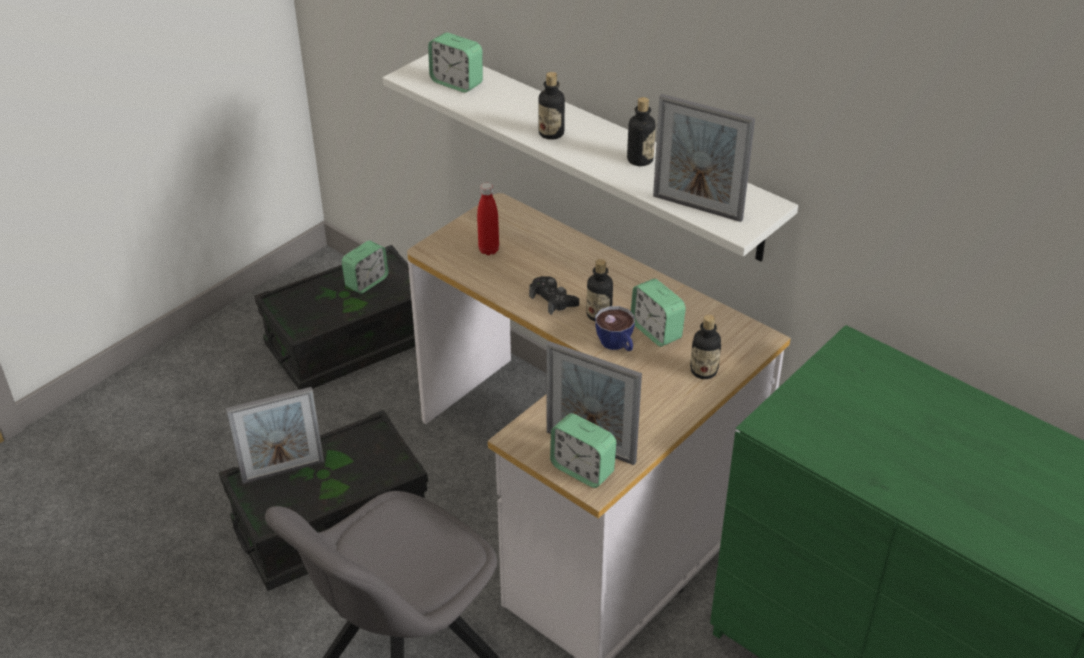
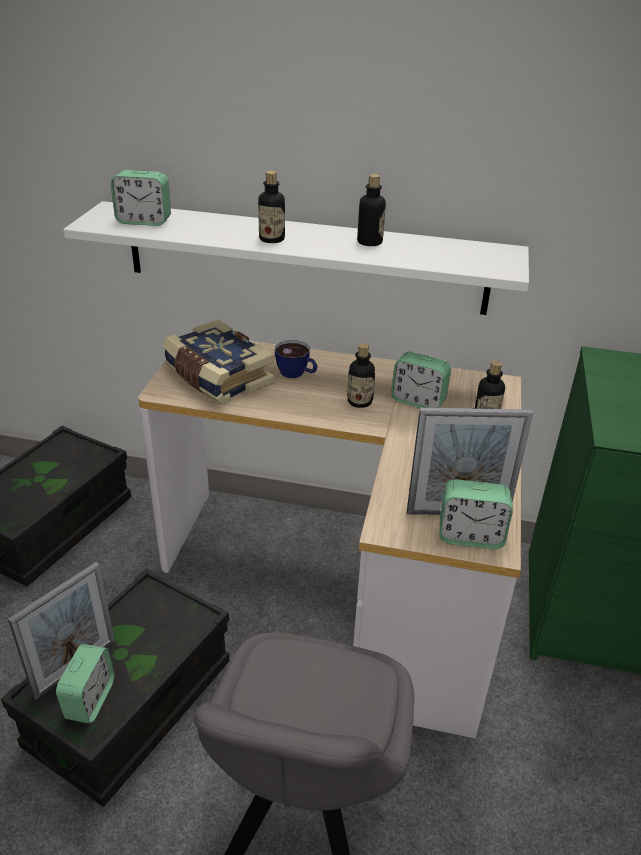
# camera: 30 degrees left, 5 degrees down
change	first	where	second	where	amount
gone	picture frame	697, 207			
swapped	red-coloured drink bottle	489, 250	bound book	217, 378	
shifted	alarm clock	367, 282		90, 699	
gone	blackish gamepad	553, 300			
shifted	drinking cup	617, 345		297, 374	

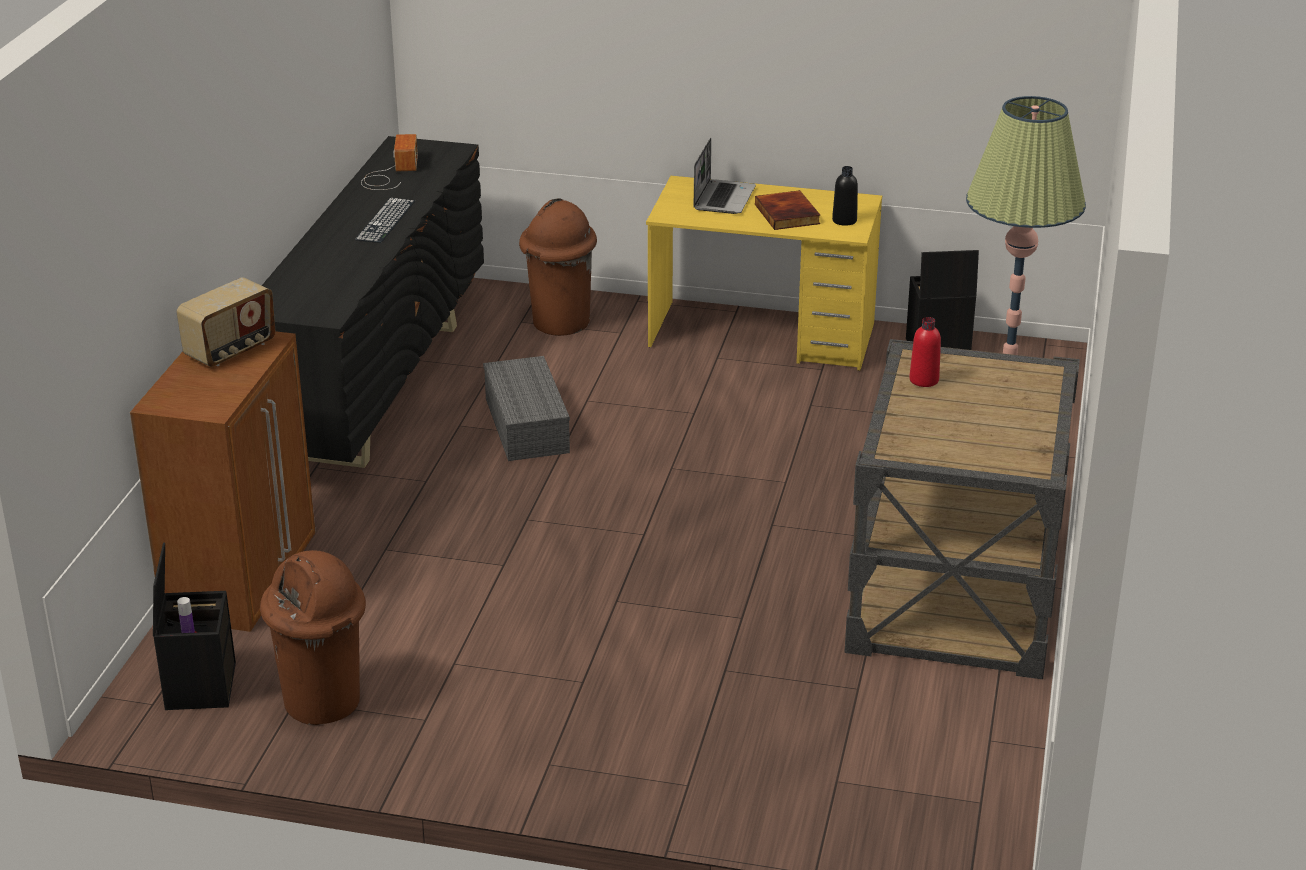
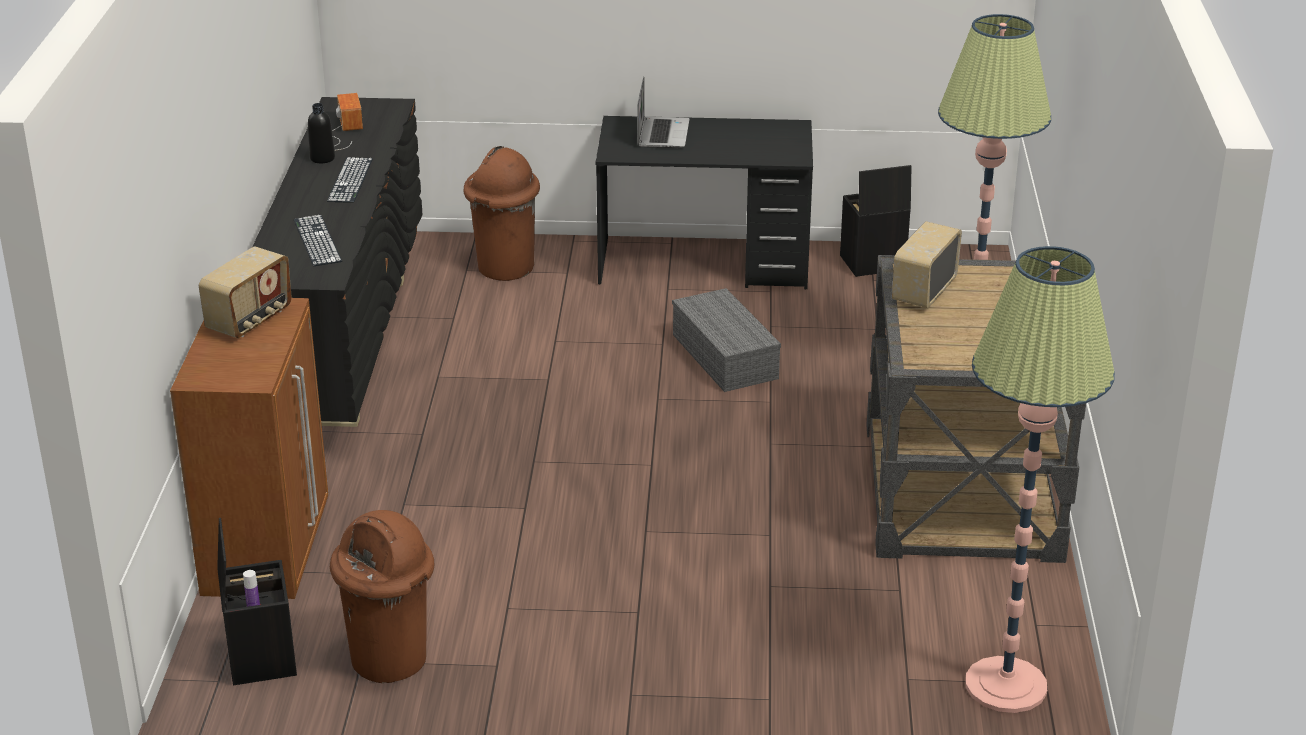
# camera: 10 degrees left, 0 degrees up
change	first	where	second	where	amount
shifted	blackish drink bottle	844, 220		322, 158	
repainted	yellow-coloured desk table	762, 336	blackish desk table	704, 264	
gone	bound book	788, 214			
swapped	red-coloured drink bottle	924, 380	radio	923, 291	
shifted	grey storage box	528, 426		727, 357	
new			keyboard	317, 240	
new			floor lamp	1006, 685	

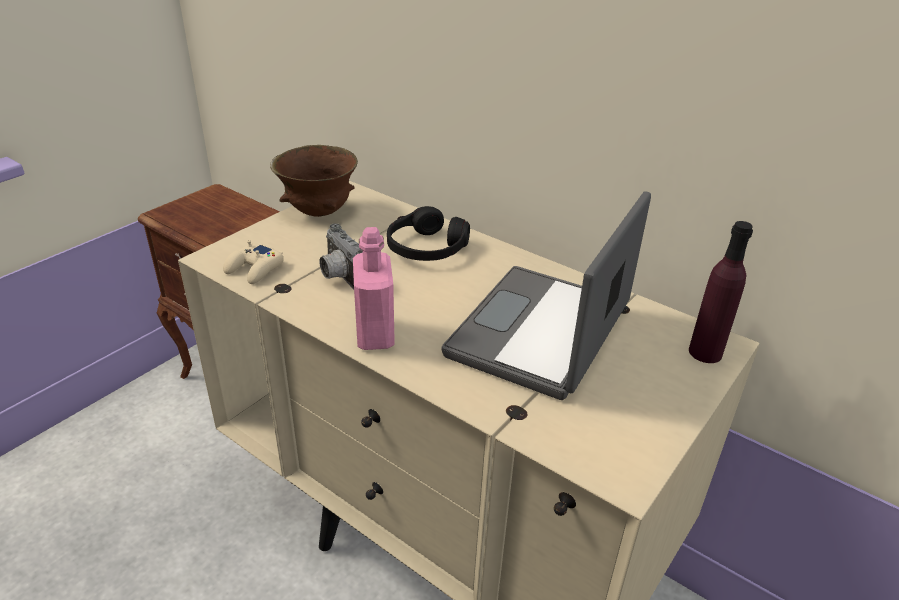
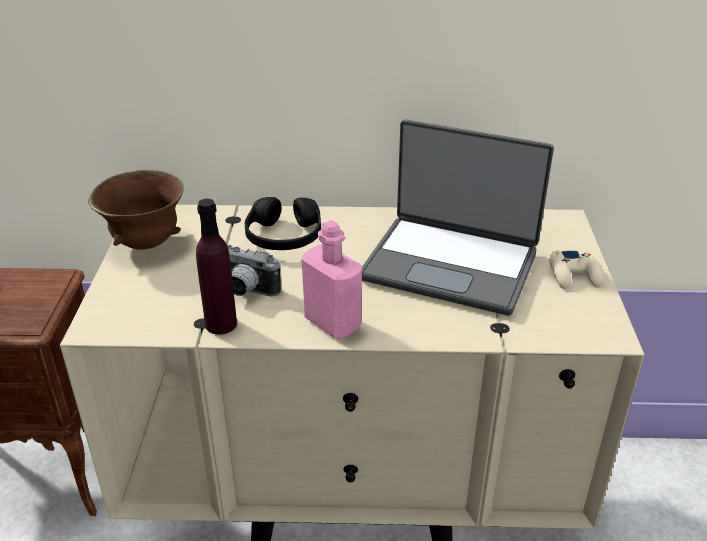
# camera: 35 degrees left, 0 degrees up
change	first	where	second	where	amount
rotated	portable computer	542, 333		451, 264	60 degrees counterclockwise
shifted	purplish drink bottle	705, 352		221, 324	
shifted	sand-coloured gamepad	255, 269		574, 275	

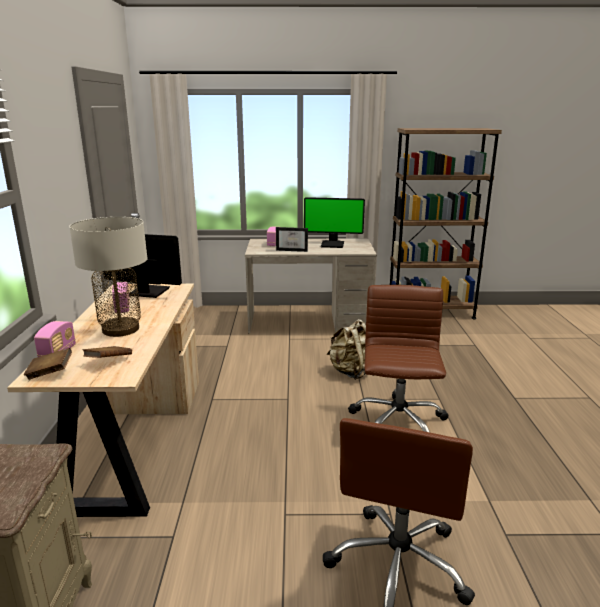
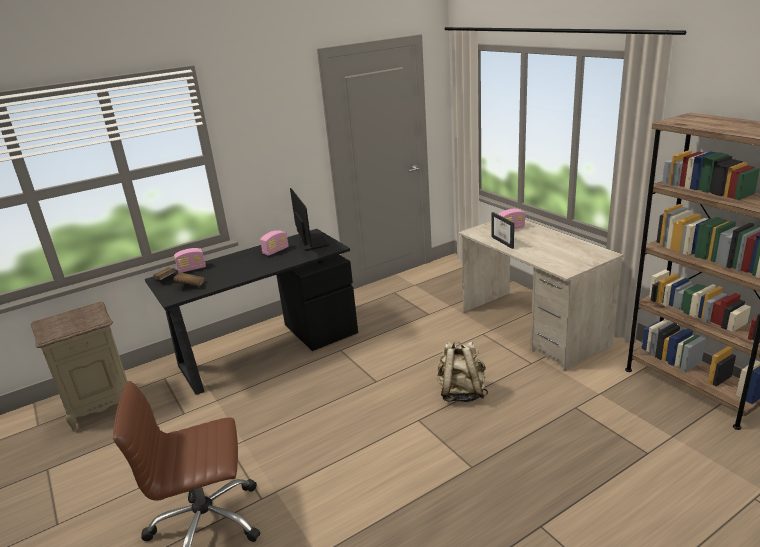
# camera: 60 degrees right, 5 degrees up
change	first	where	second	where	amount
gone	monitor	333, 244			
gone	table lamp	120, 329			
repainted	sand-coloured desk table	135, 439	blackish desk table	266, 349	
gone	brown-coloured computer chair	397, 422			

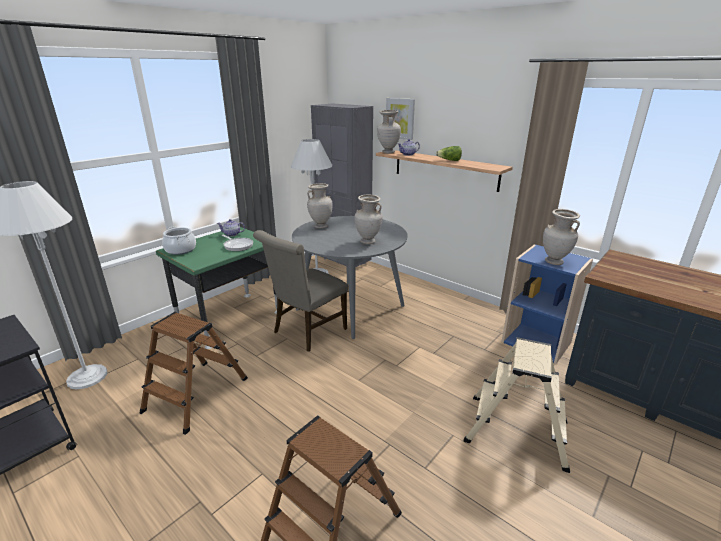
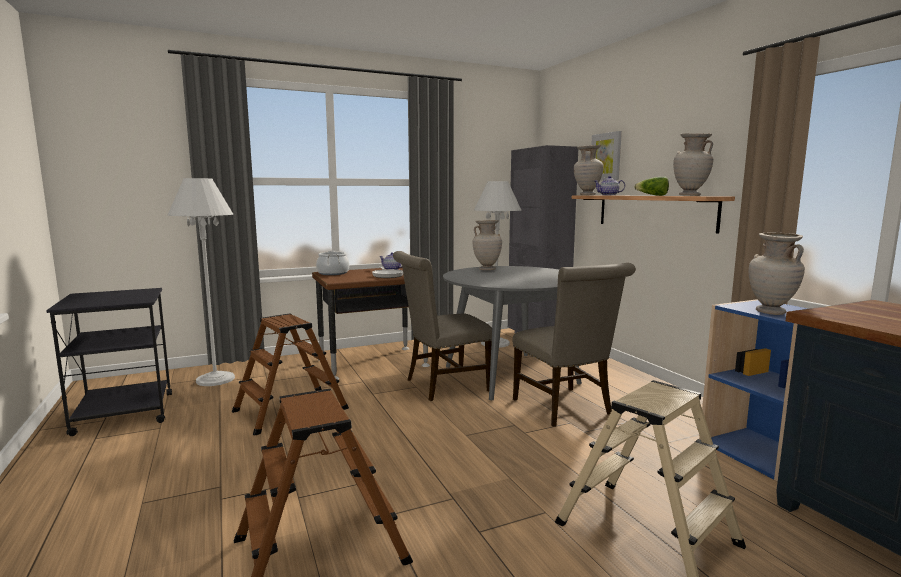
# camera: 25 degrees right, 15 degrees down
change	first	where	second	where	amount
shifted	sand-coloured flower vase	368, 242		689, 195	
repainted	green desk table	230, 318	brown-coloured desk table	373, 362	
new			sand-coloured plain chair	565, 408	

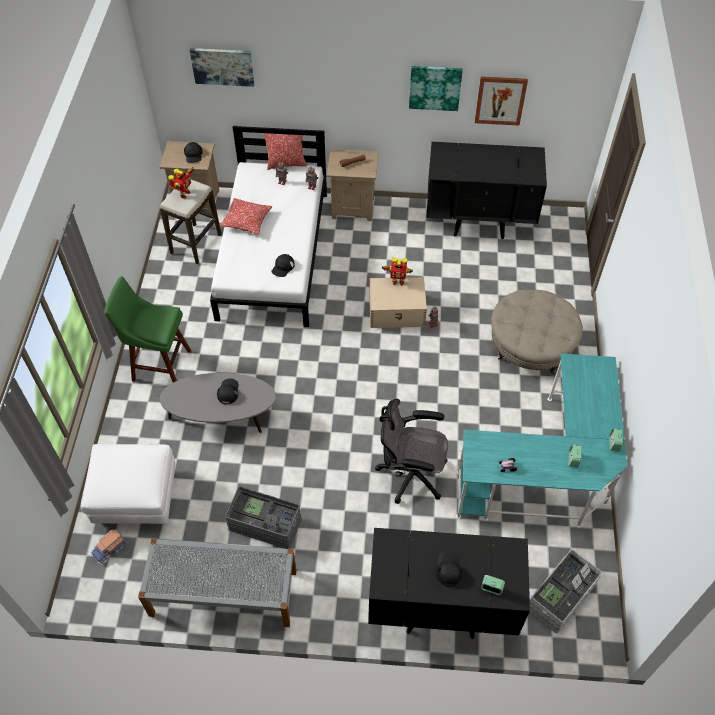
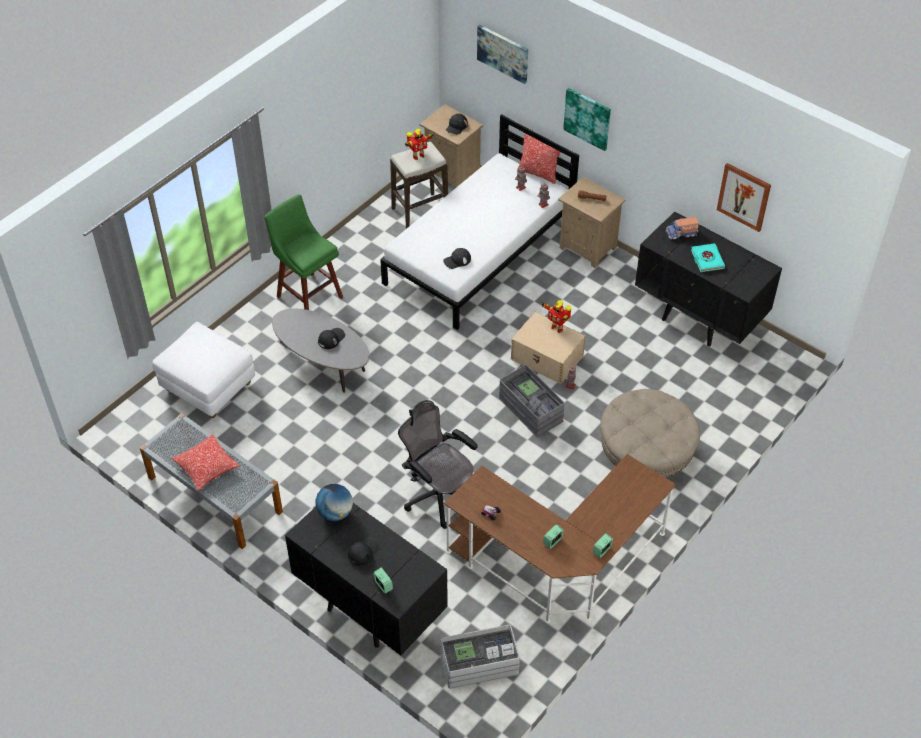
# camera: 35 degrees right, 5 degrees down
change	first	where	second	where	amount
shifted	picture	435, 87		587, 118	
shifted	throw pillow	246, 221		206, 467	
repainted	blue-green desk table	546, 472	brown-coloured desk table	559, 563	
shifted	grey storage box	265, 523		531, 409	
shifted	toy truck	109, 550		682, 233	
new			blue-green bound book	707, 259	
new			world globe	335, 513	

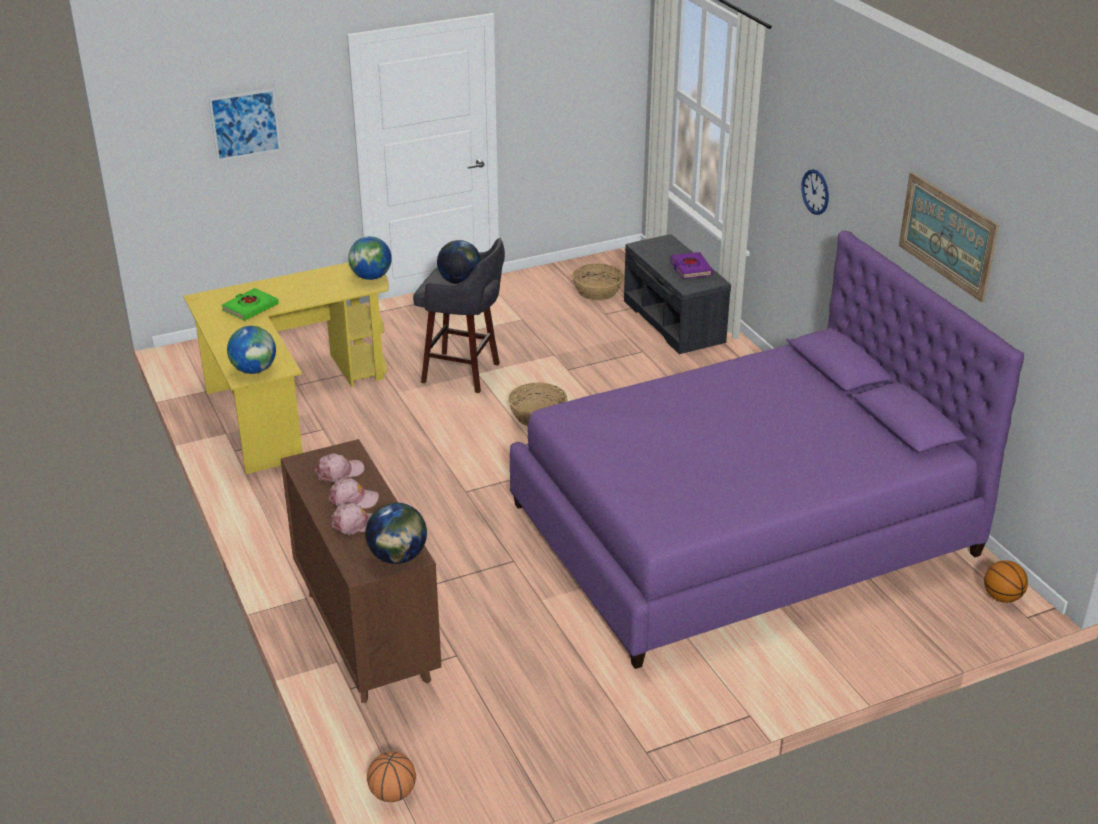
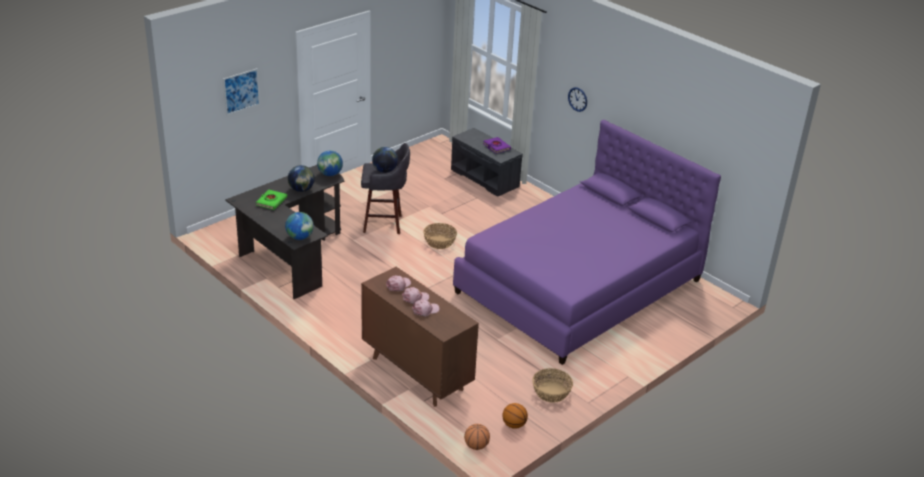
# camera: 20 degrees left, 0 degrees up
change	first	where	second	where	amount
gone	picture	947, 235			
repainted	yellow-coloured desk table	285, 400	blackish desk table	290, 254	
shifted	household basket	597, 291		551, 392	
shifted	world globe	398, 557		301, 189	
shifted	basketball	1002, 597		514, 425	

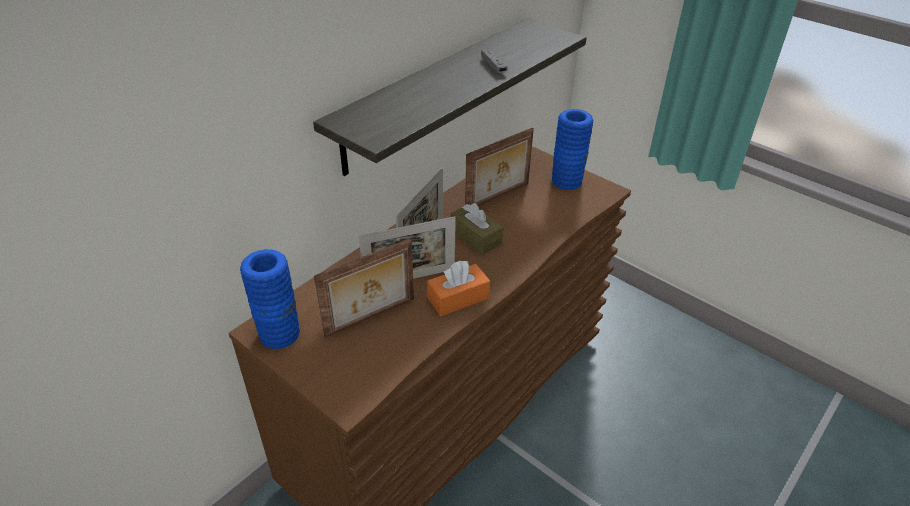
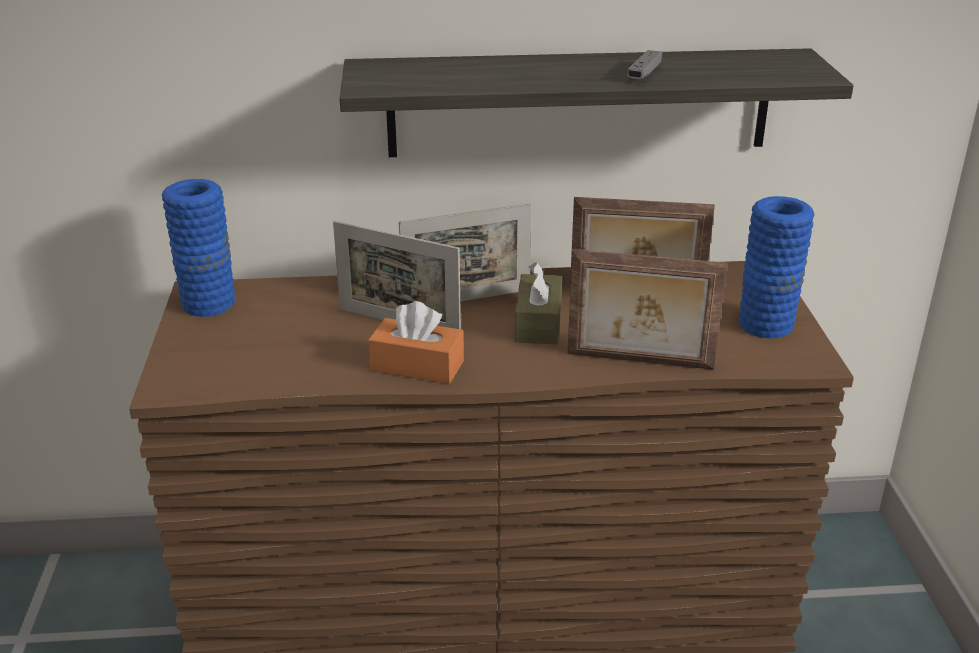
# camera: 45 degrees right, 10 degrees down
change	first	where	second	where	amount
shifted	picture frame	371, 318		639, 362	

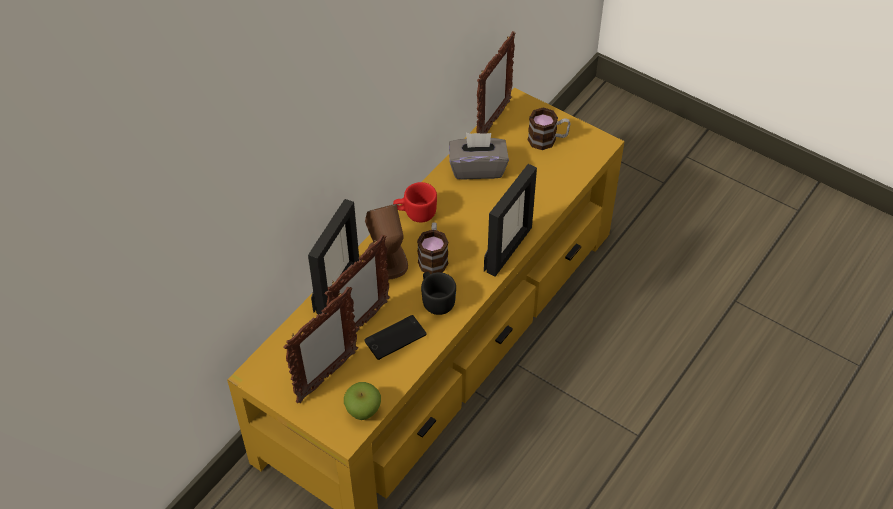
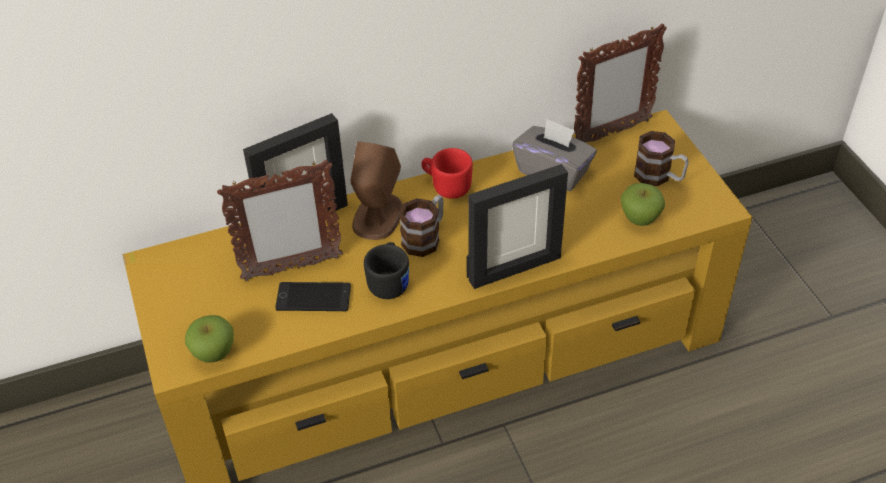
# camera: 35 degrees right, 5 degrees down
change	first	where	second	where	amount
gone	picture frame	326, 377			
new			whole apple	640, 219	

